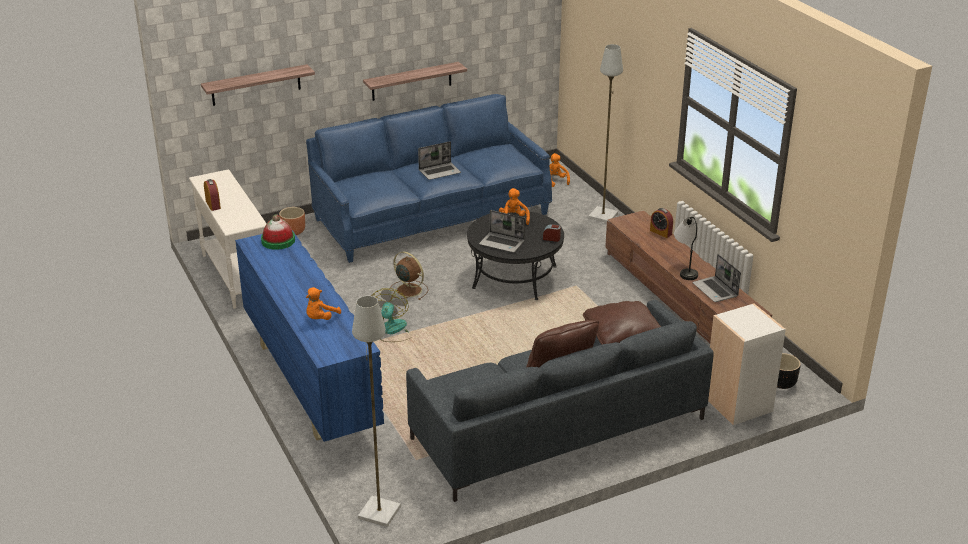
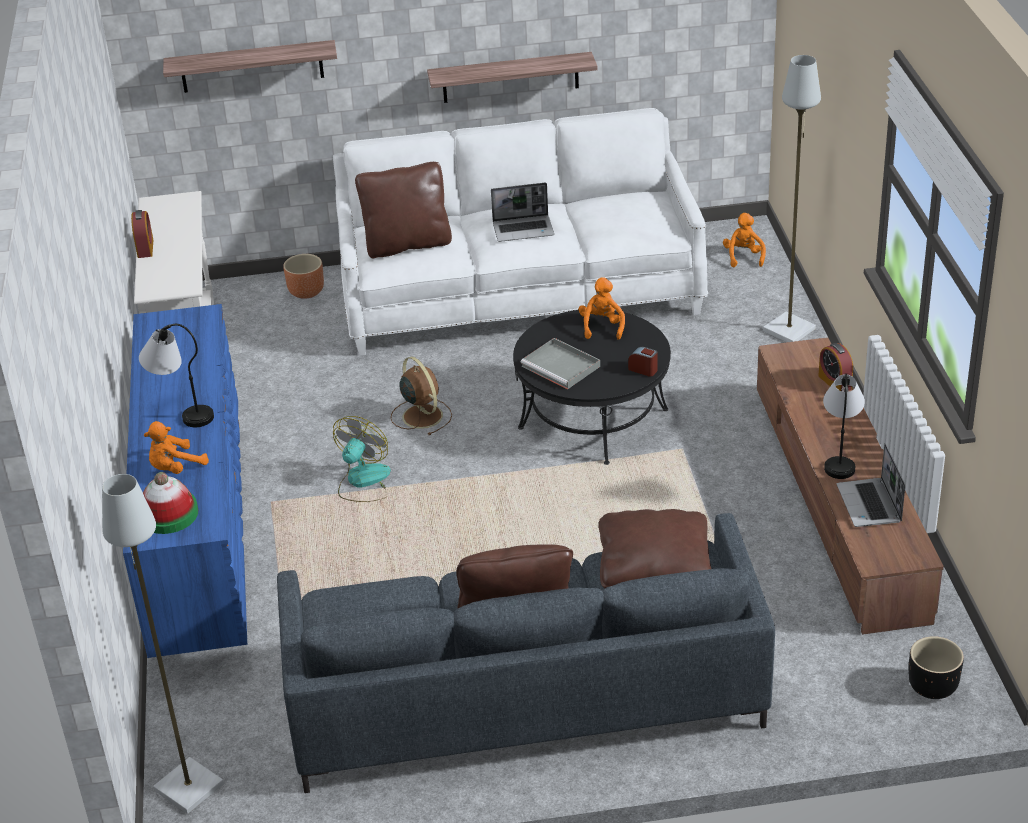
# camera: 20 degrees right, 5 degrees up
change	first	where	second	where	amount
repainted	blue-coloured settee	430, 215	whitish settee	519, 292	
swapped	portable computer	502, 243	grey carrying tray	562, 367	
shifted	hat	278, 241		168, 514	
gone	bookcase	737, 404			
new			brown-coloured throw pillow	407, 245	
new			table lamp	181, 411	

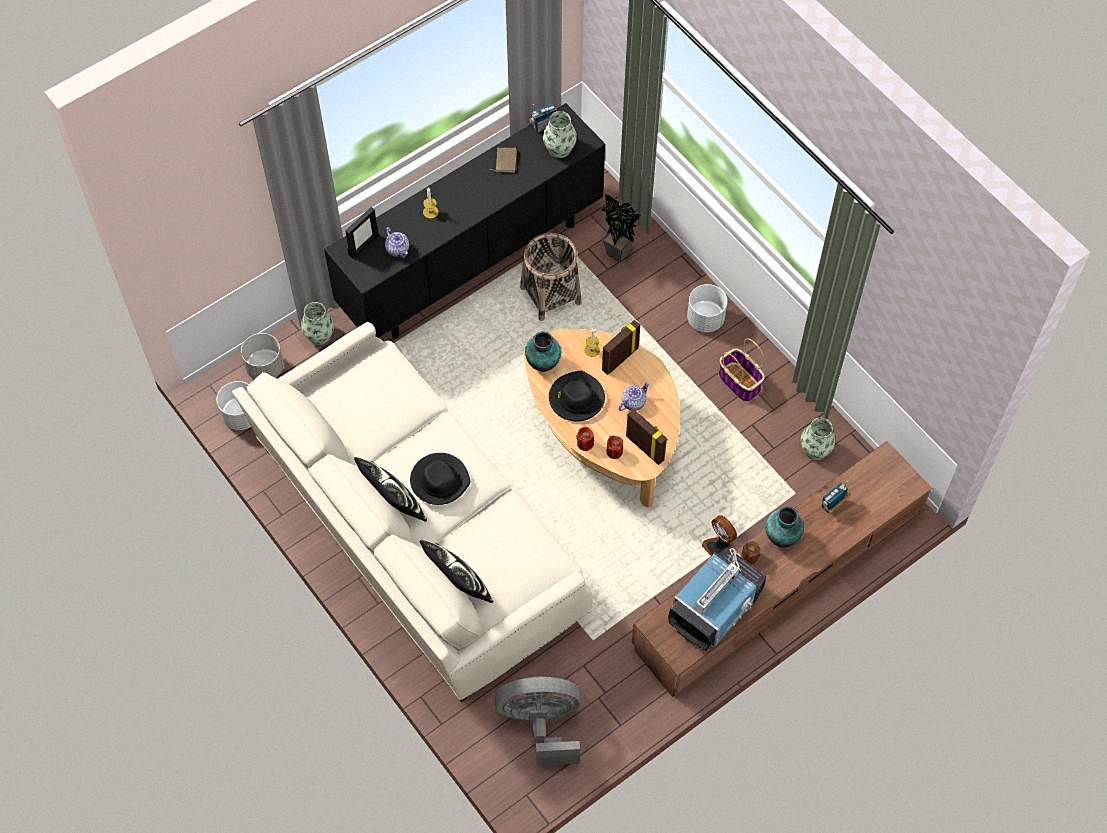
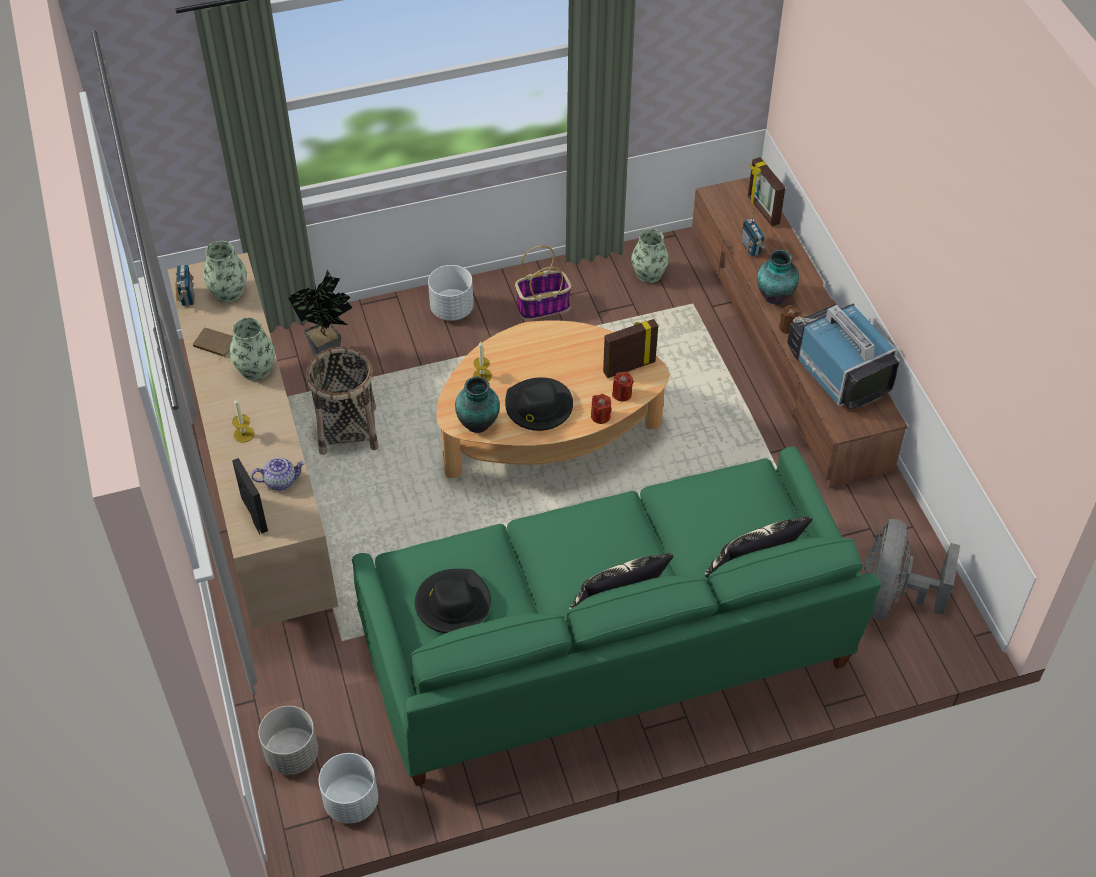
# camera: 70 degrees left, 10 degrees down
change	first	where	second	where	amount
repainted	blackish storage cabinet	471, 264	sand-coloured storage cabinet	261, 492	
shifted	flower vase	319, 335		255, 369	
shifted	picture frame	619, 359		762, 211	
repainted	sand-coloured settee	416, 533	green settee	606, 650	
gone	teapot	633, 402			
shifted	blackish hat	439, 480		453, 603	
gone	fan	719, 548			

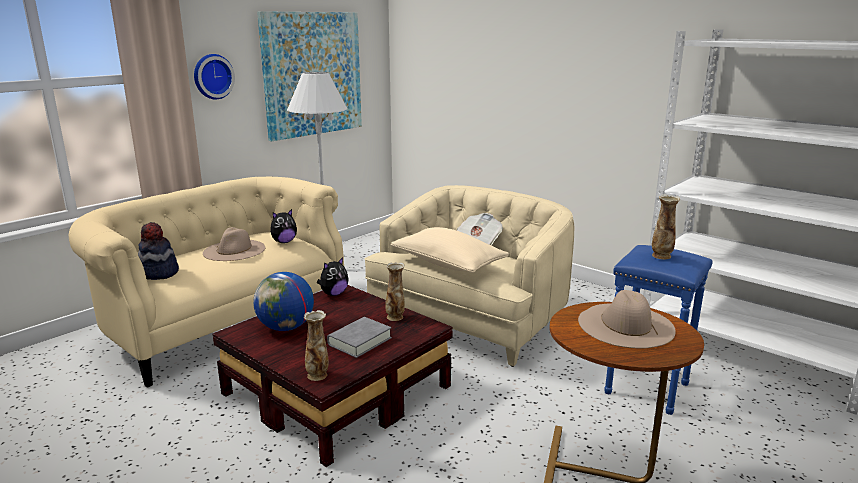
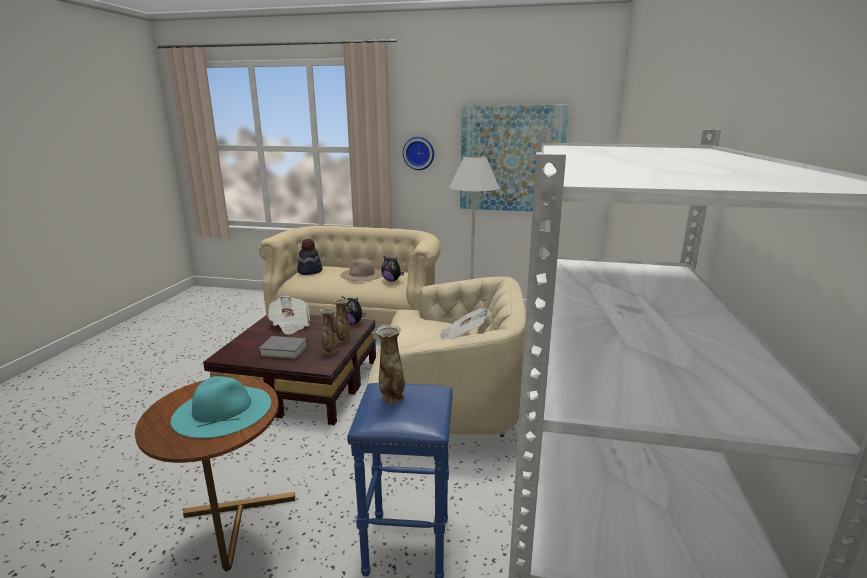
# camera: 60 degrees right, 0 degrees up
change	first	where	second	where	amount
gone	sand-coloured throw pillow	448, 264			
swapped	world globe	286, 327	daily paper	290, 325	
repainted	sand-coloured hat	625, 325	blue-green hat	222, 410	
shifted	flower vase	318, 375		343, 340	

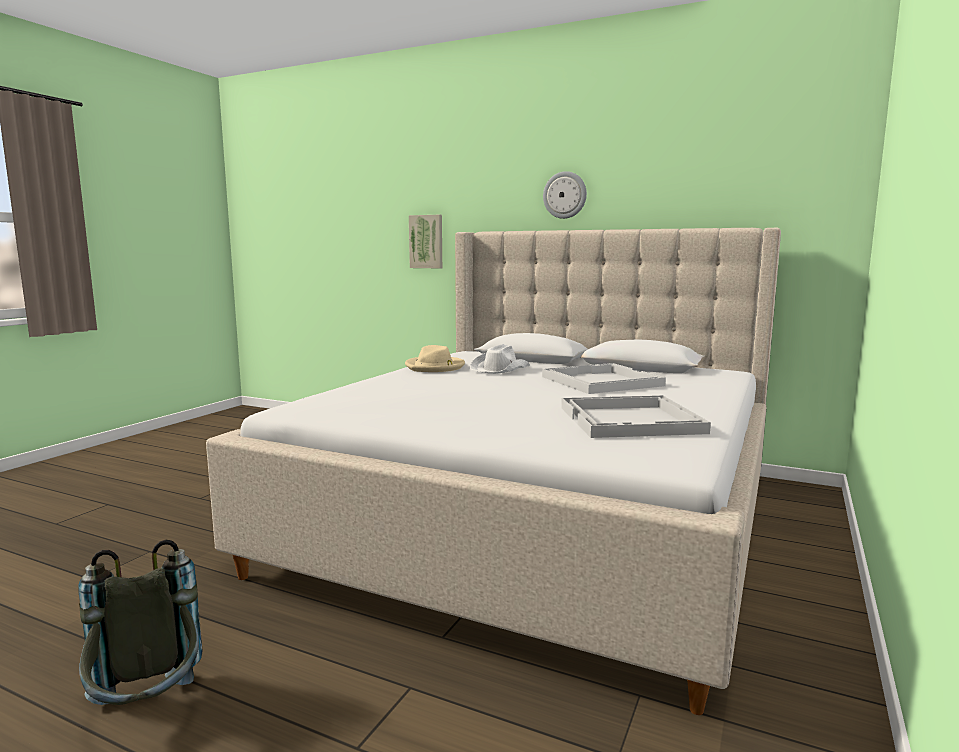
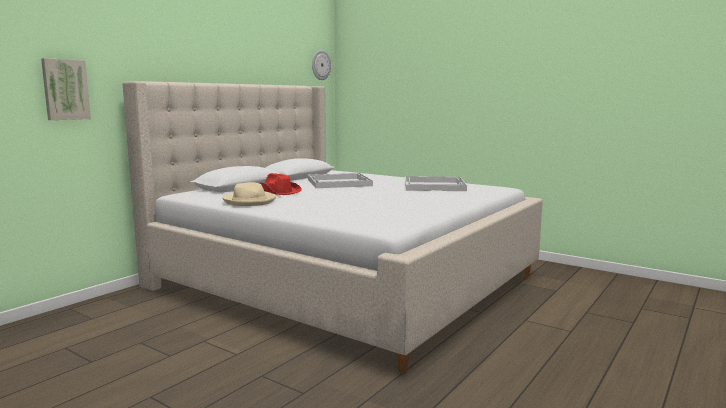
# camera: 80 degrees left, 0 degrees up
change	first	where	second	where	amount
shifted	hanging clock	565, 195		320, 65	
repainted	whitish hat	499, 369	red-coloured hat	277, 192	
gone	grey backpack	148, 712			

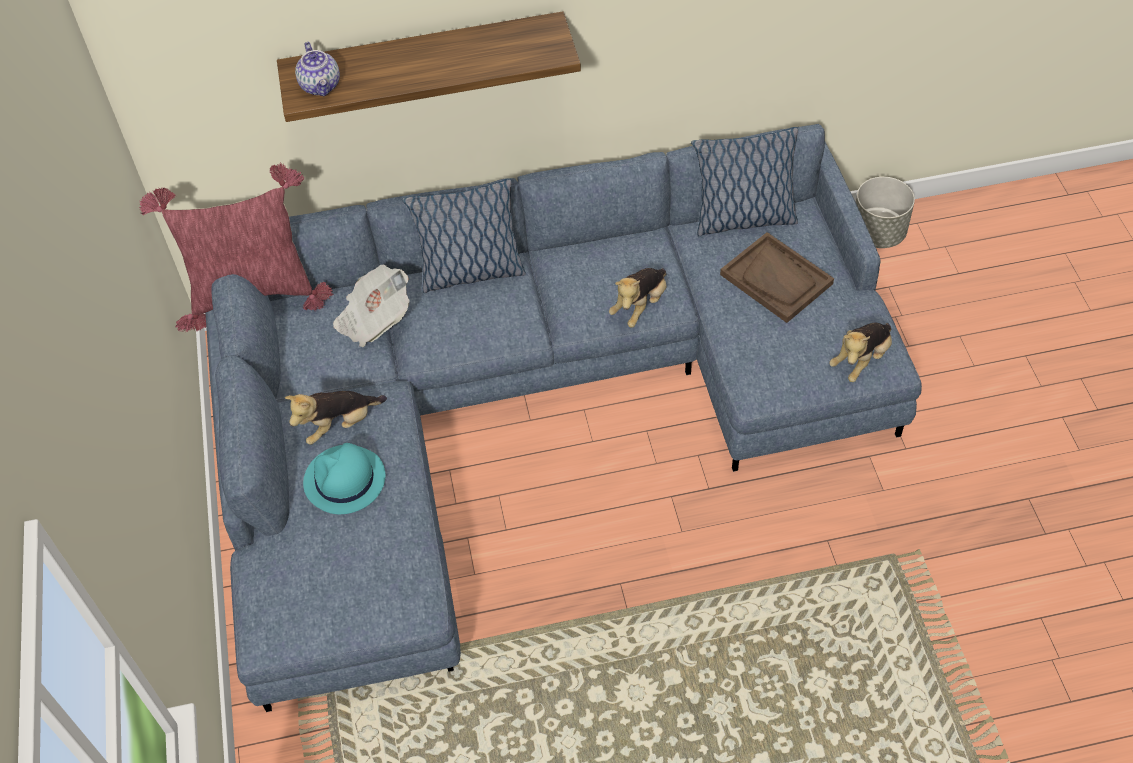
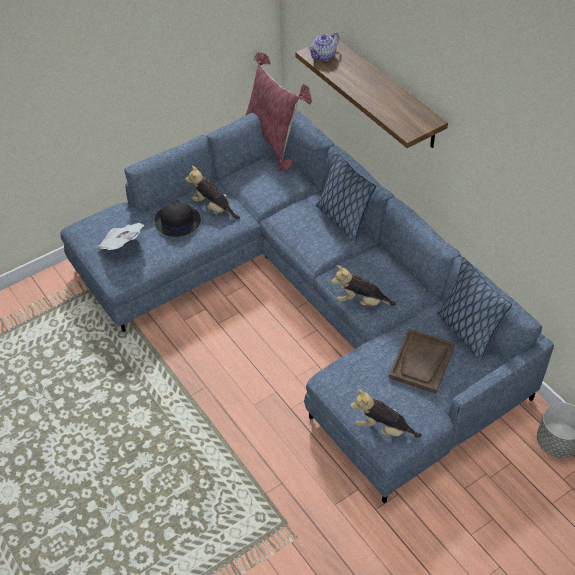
# camera: 65 degrees right, 5 degrees down
change	first	where	second	where	amount
shifted	daily paper	374, 319		122, 244	
repainted	blue-green hat	344, 481	blackish hat	177, 221	

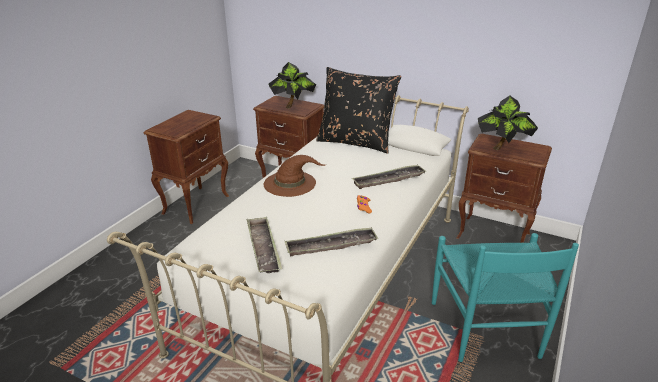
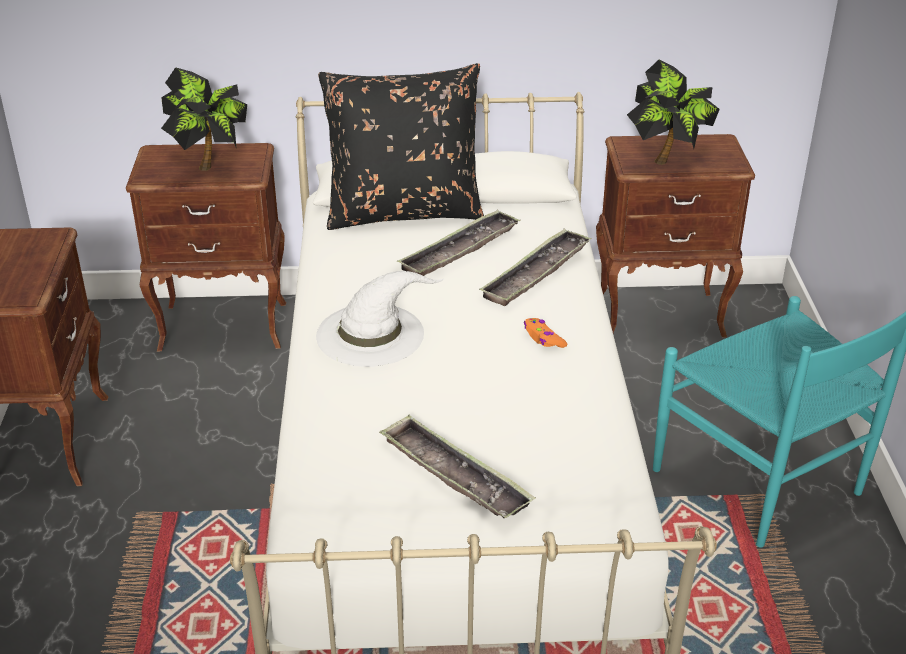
# camera: 30 degrees left, 5 degrees up
change	first	where	second	where	amount
repainted	brown-coloured hat	290, 183	whitish hat	372, 334	
shifted	carrying tray	331, 246		459, 250	

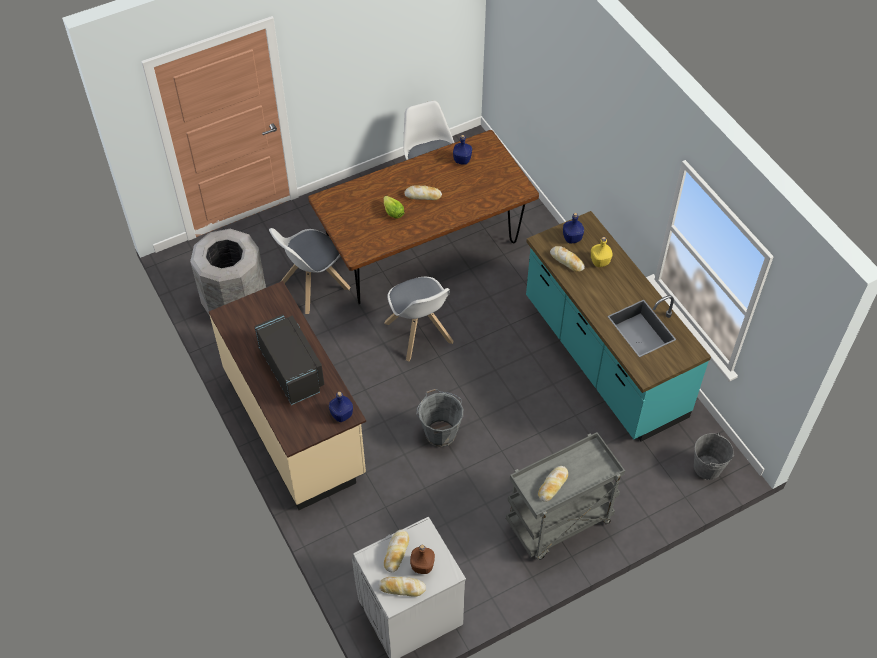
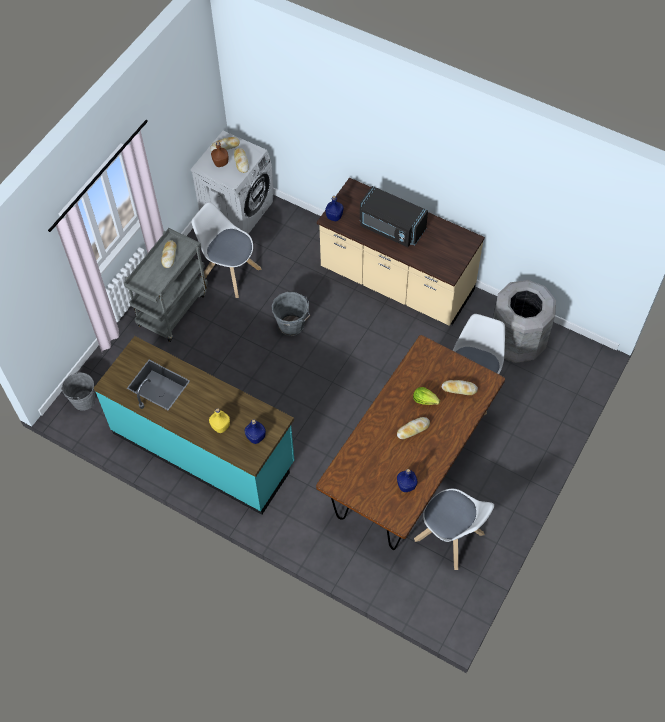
# camera: 150 degrees right, 5 degrees up
change	first	where	second	where	amount
shifted	bakery bread	567, 261		459, 389	
shifted	plain chair	419, 334		229, 272	

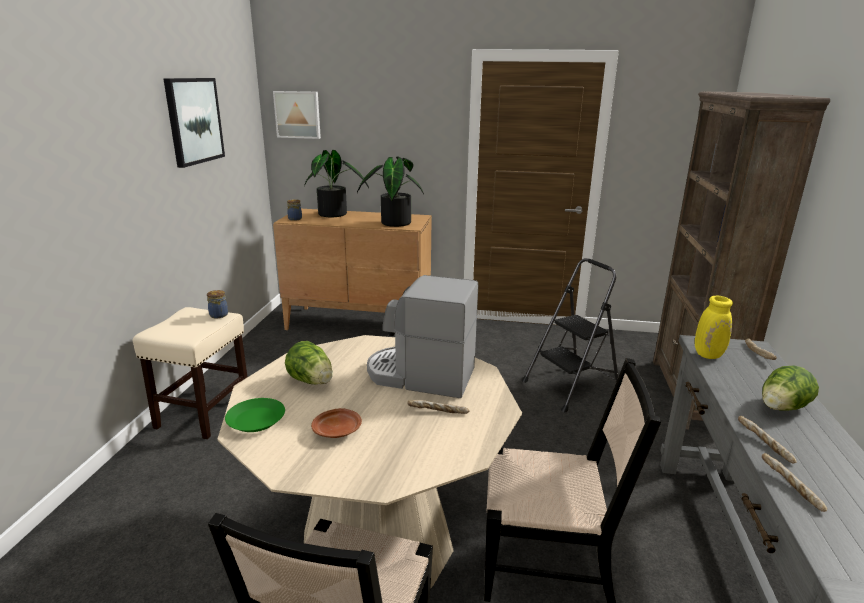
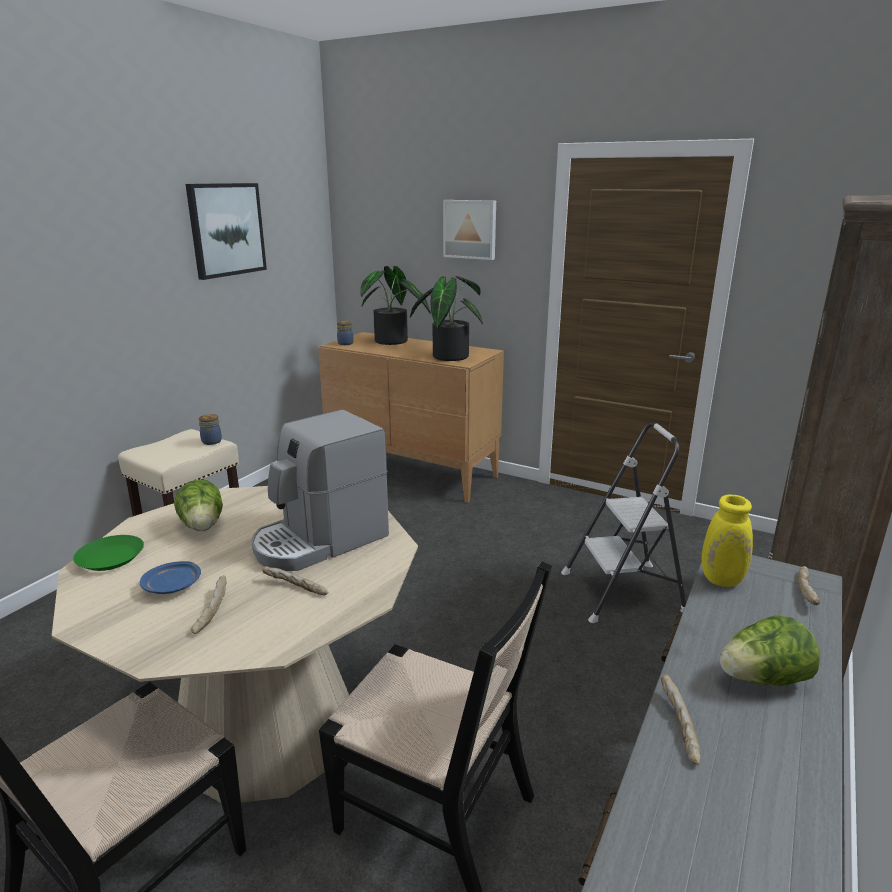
# camera: 20 degrees right, 0 degrees up
change	first	where	second	where	amount
shifted	picture	298, 114		470, 229	
repainted	blackish step ladder	573, 386	whitish step ladder	626, 591	
rotated	coffee maker	420, 376		320, 540	75 degrees counterclockwise
repainted	brown-coloured dinner plate	337, 430	blue-coloured dinner plate	173, 586	
shifted	bakery bread	790, 488		210, 611	

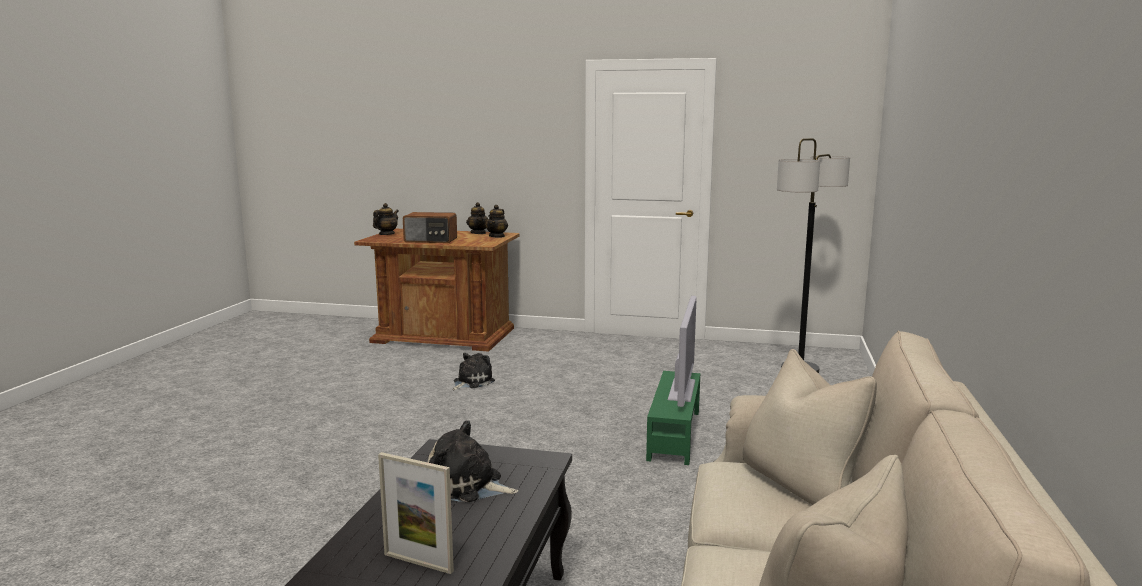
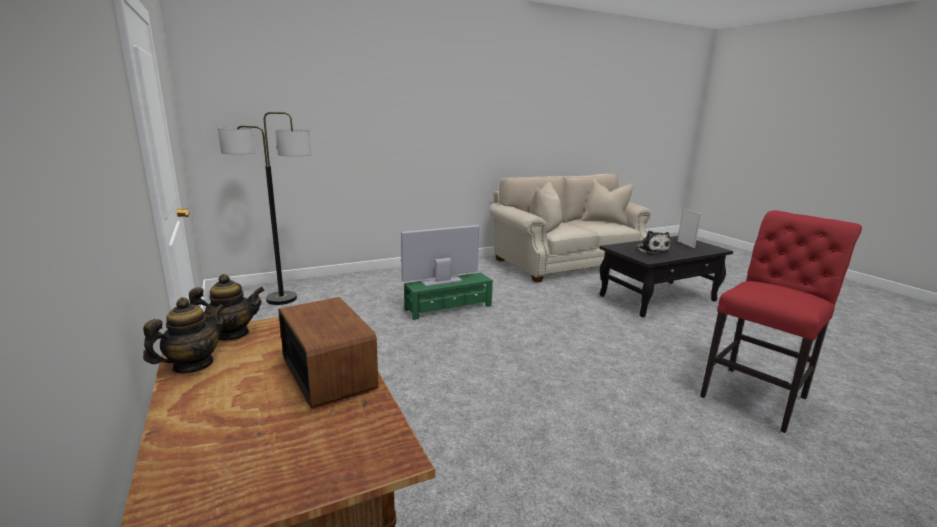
# camera: 130 degrees left, 5 degrees up
change	first	where	second	where	amount
gone	teapot	386, 234			
gone	cuddly toy	471, 382			
new			red-coloured sitting stool	757, 395	

